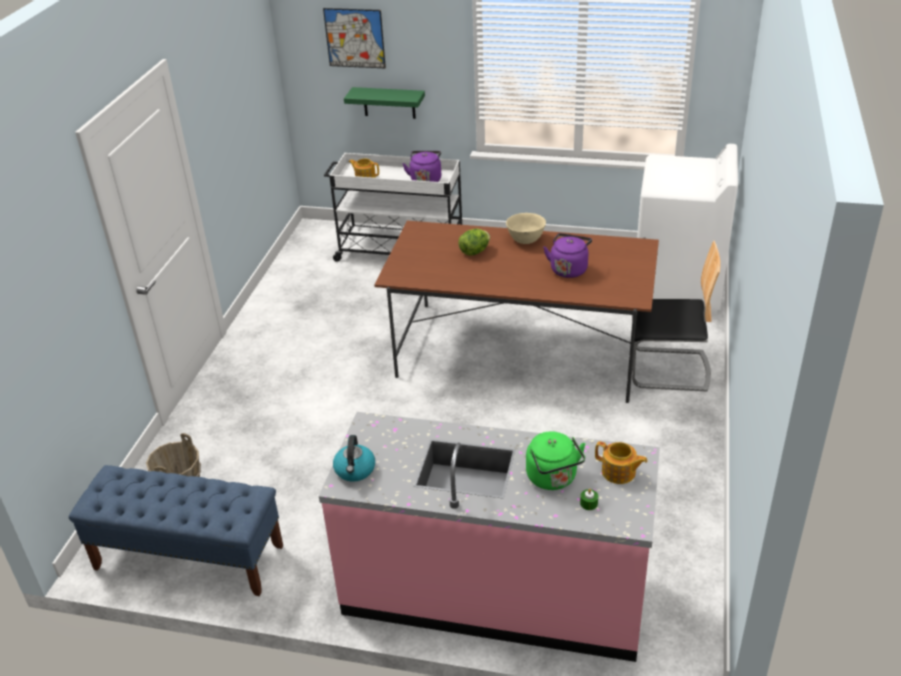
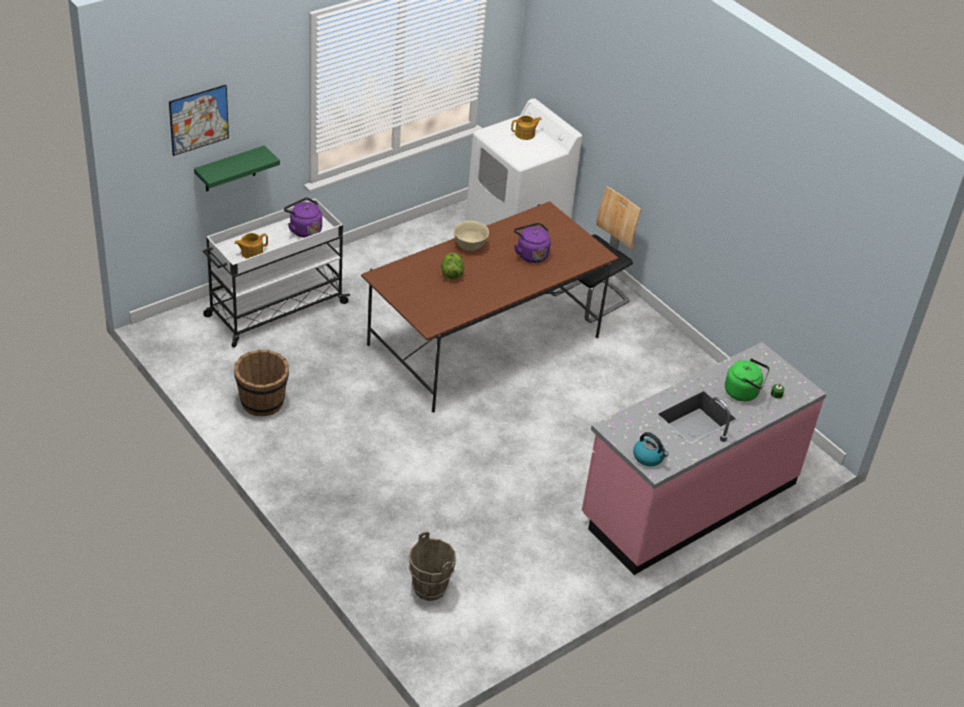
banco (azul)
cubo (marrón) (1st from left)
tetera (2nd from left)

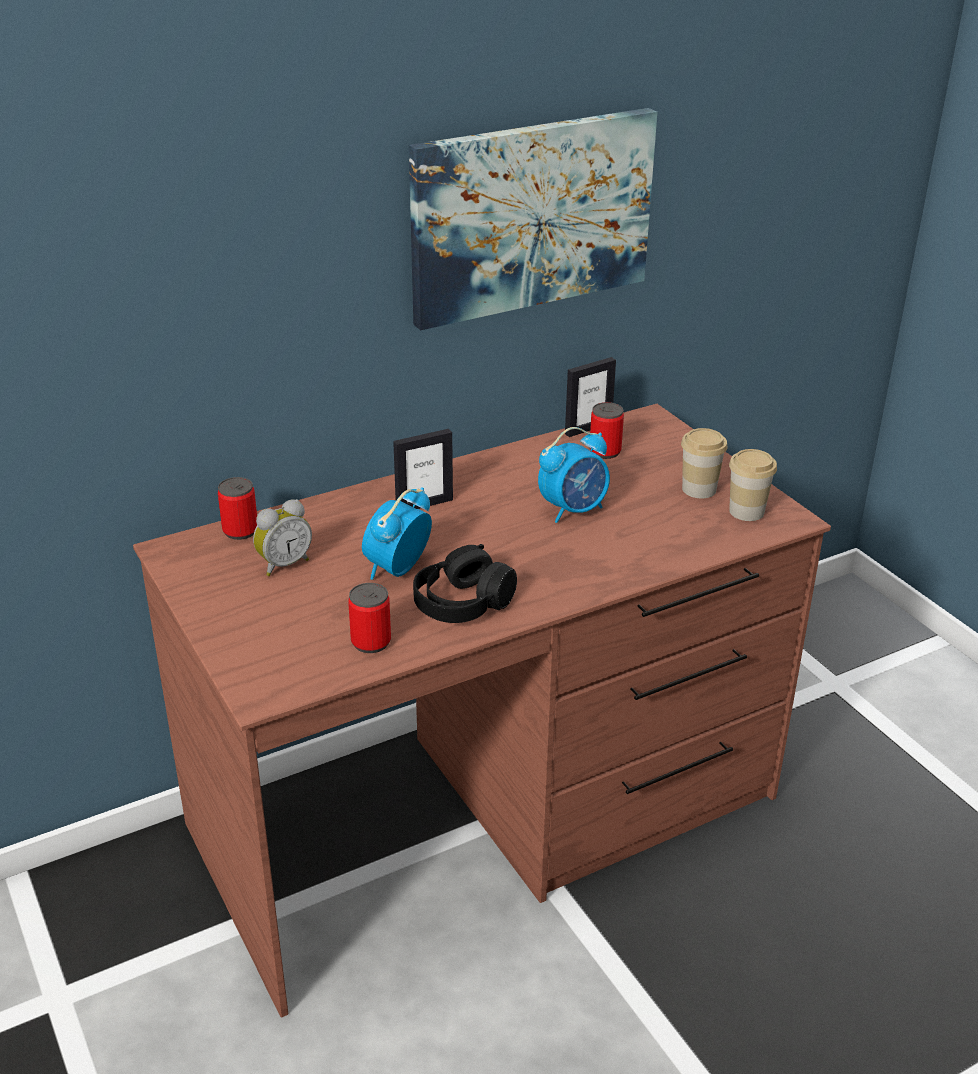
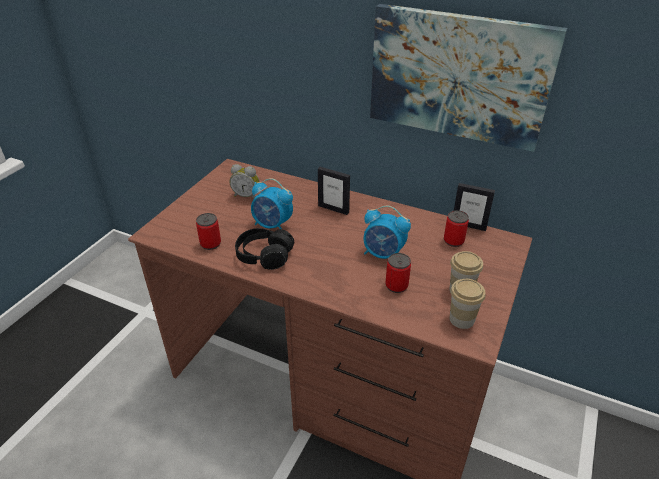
lata (2nd from left)
despertador (2nd from left)

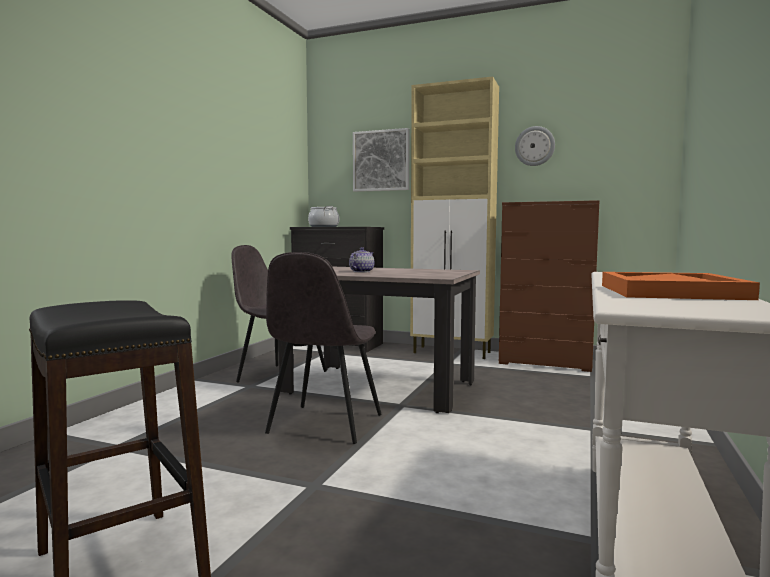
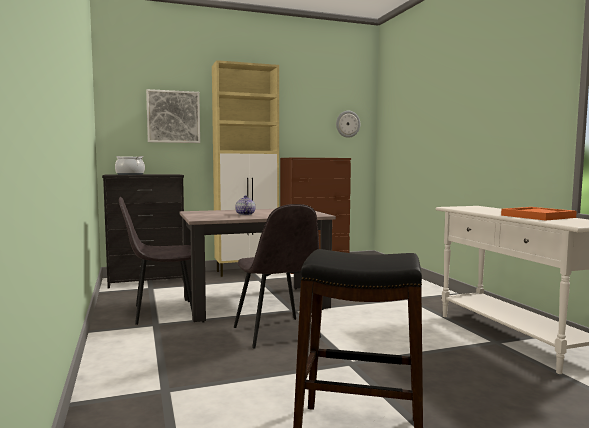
reloj de pared

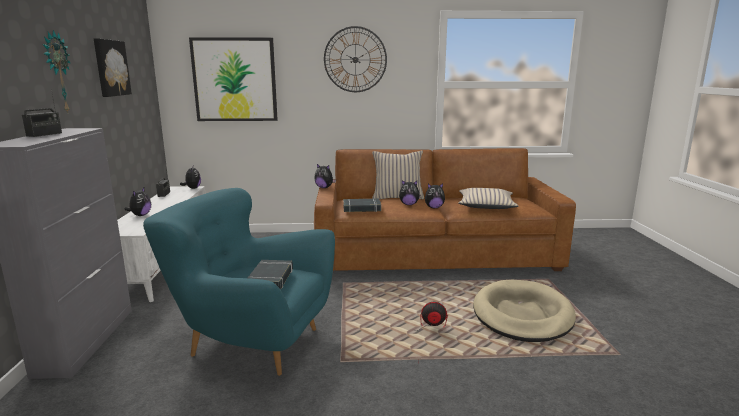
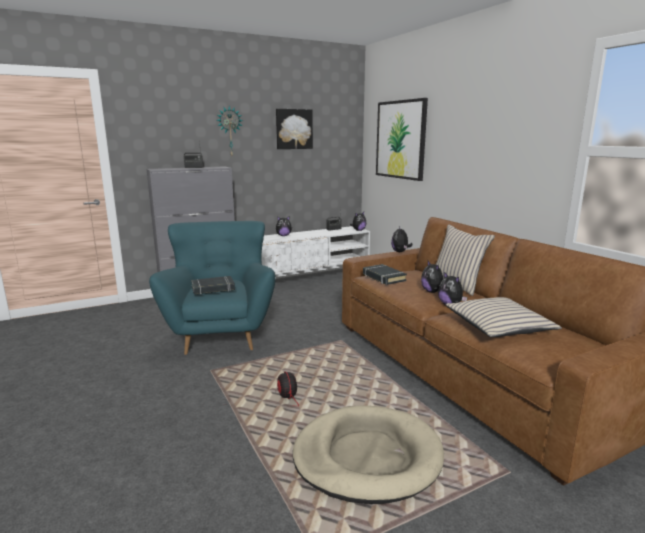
reloj de pared (2nd from left in the first image)

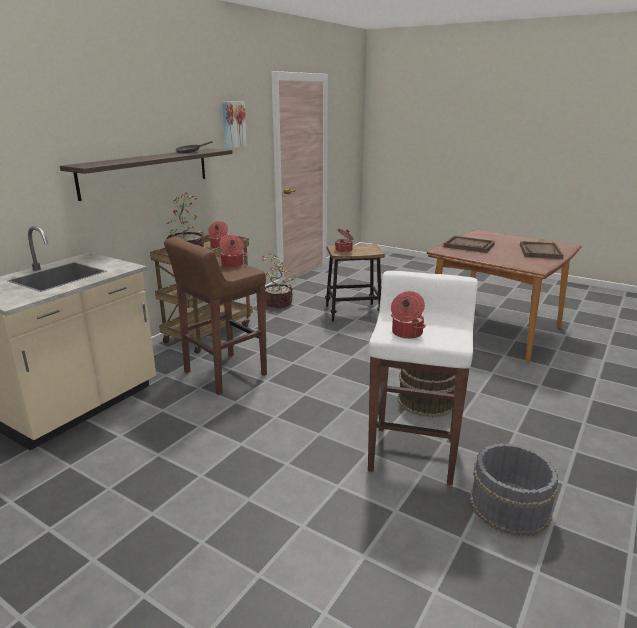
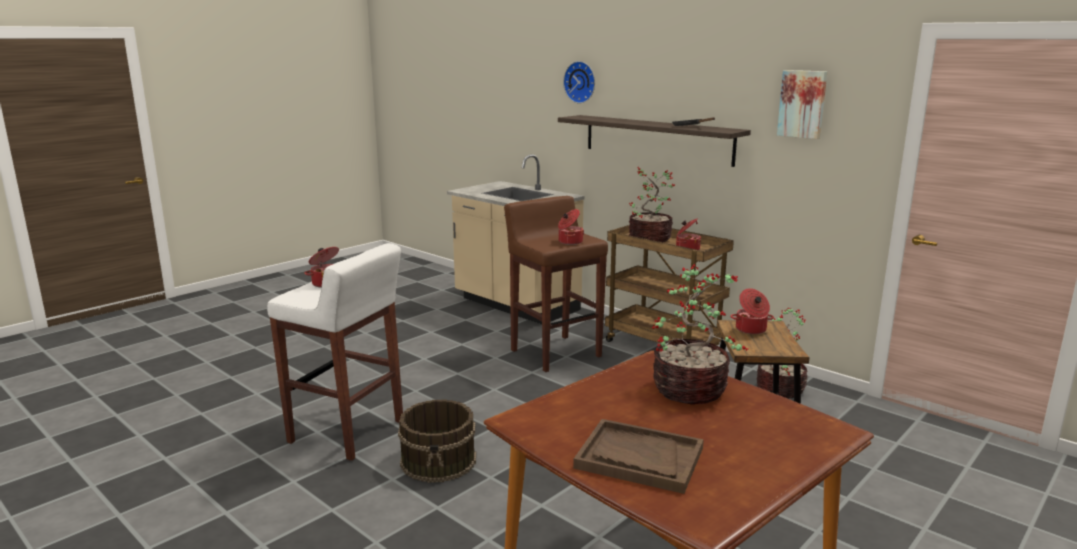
cubo (gris)
reloj de pared
planta en maceta (2nd from left)

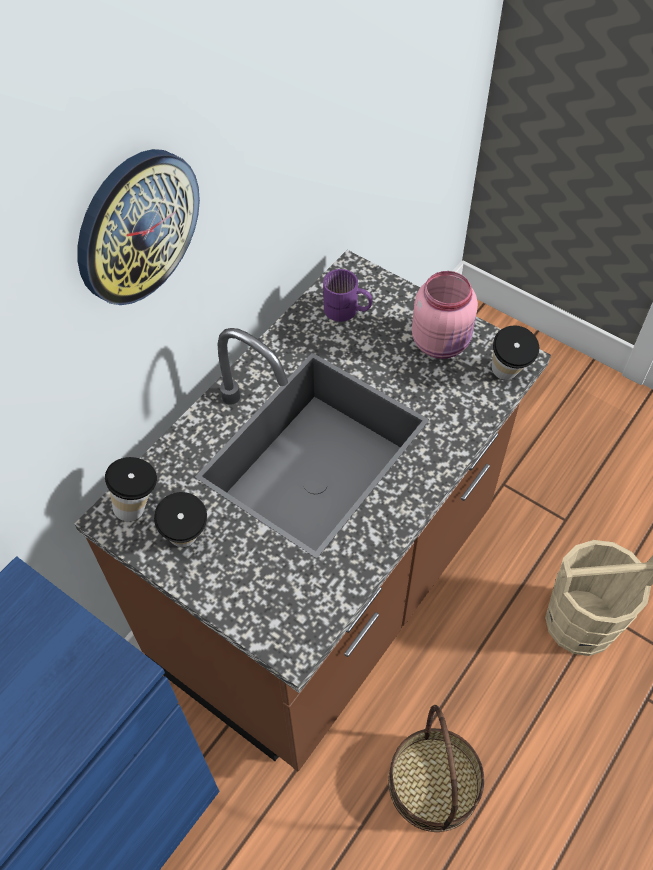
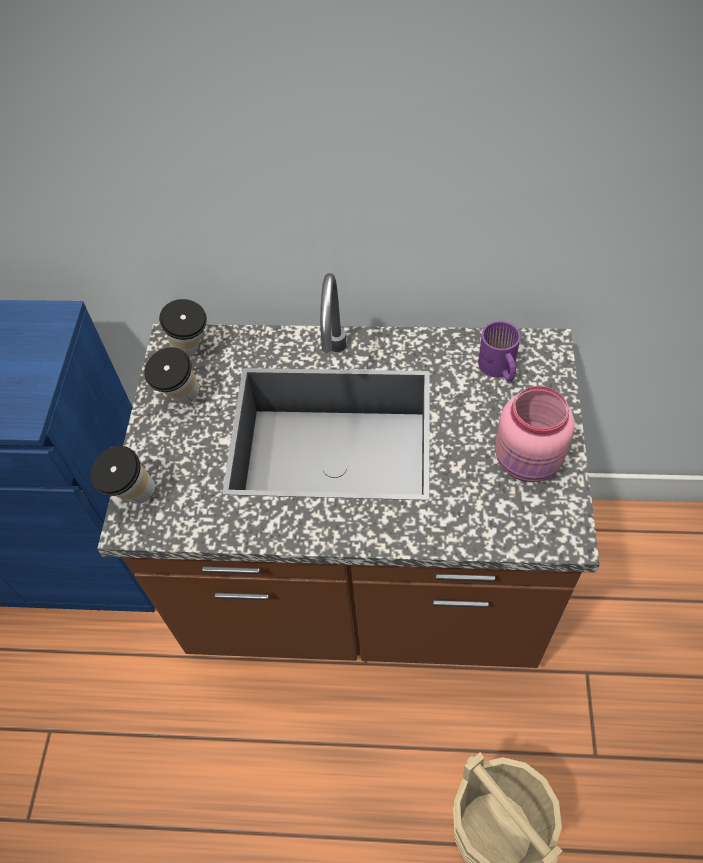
reloj de pared
cesta
taza (1st from left)

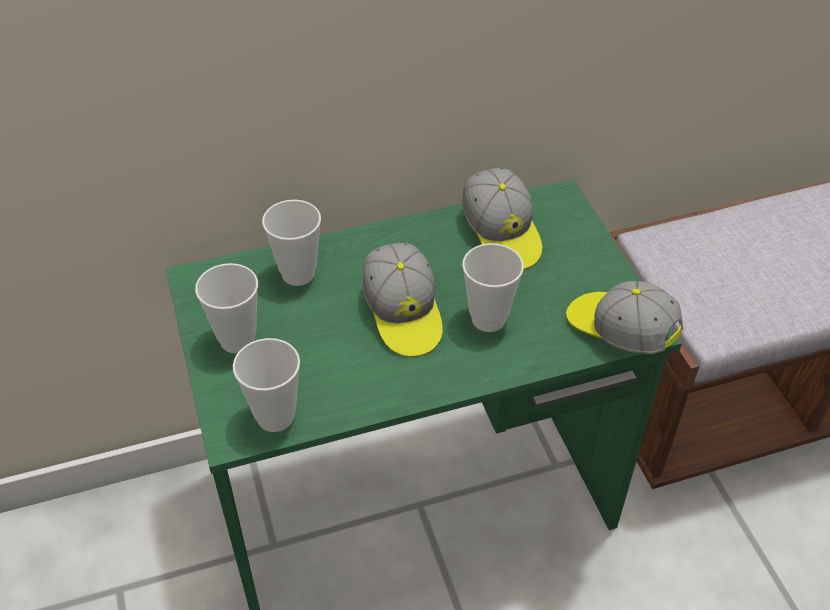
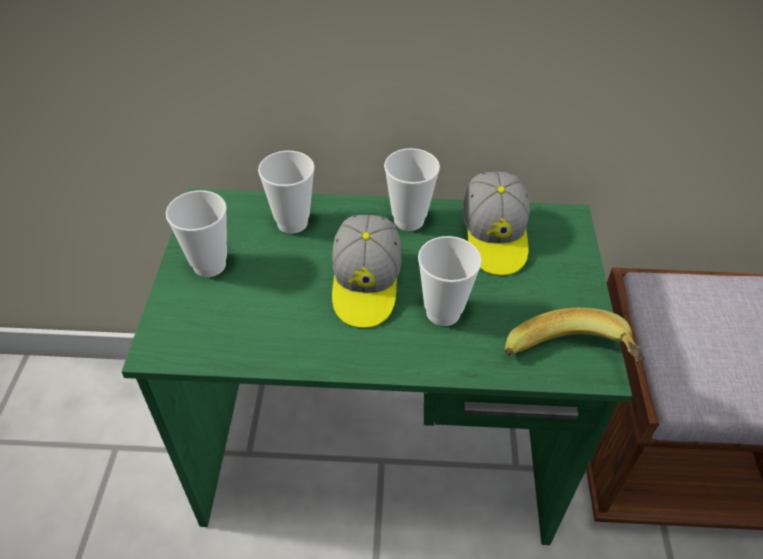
taza (3rd from left)
plátano

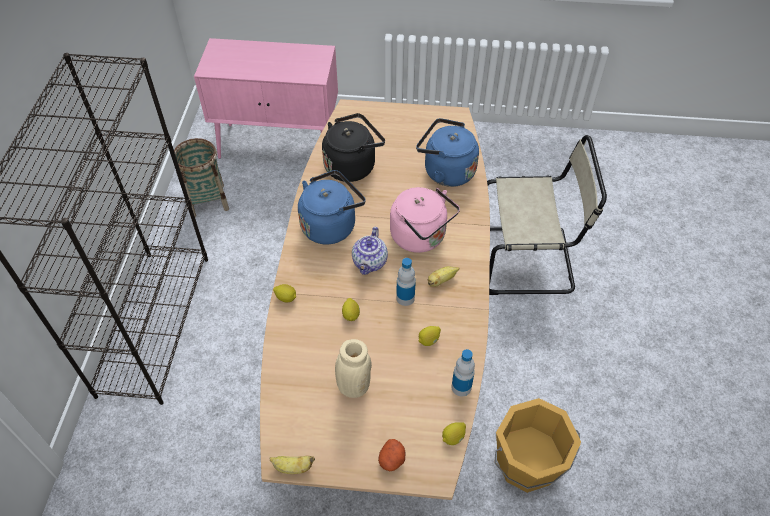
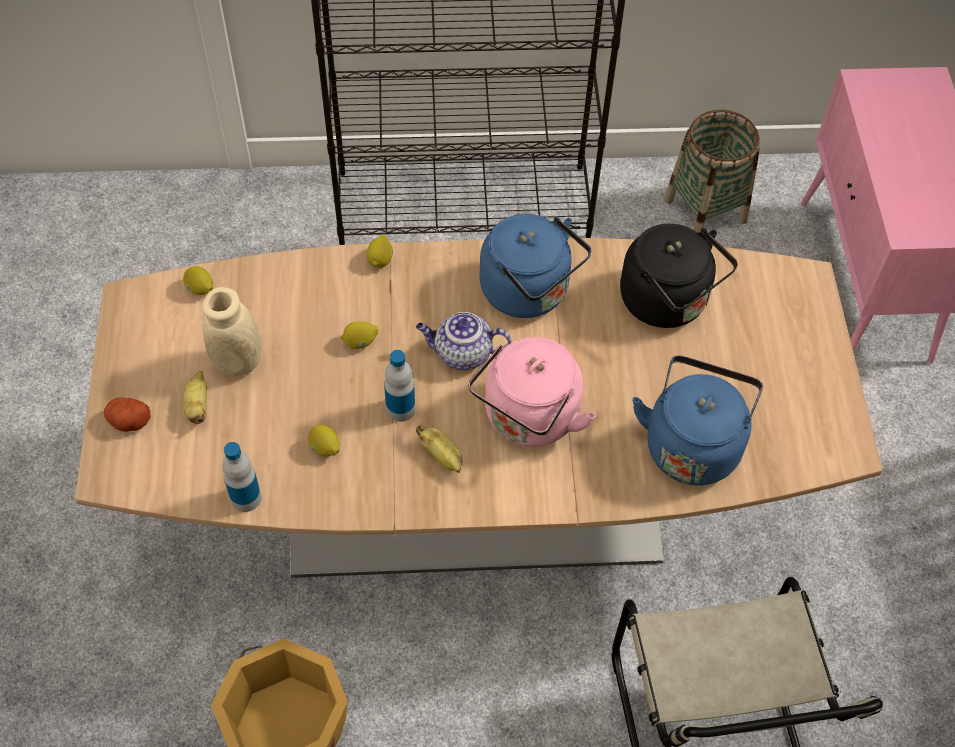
plátano (1st from left)
limón (1st from left)

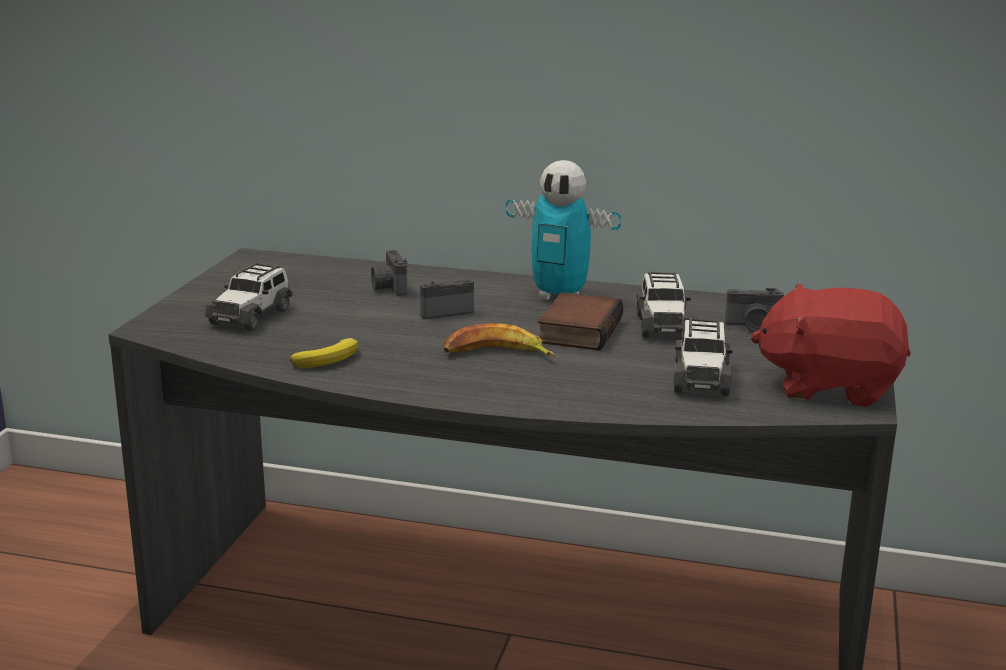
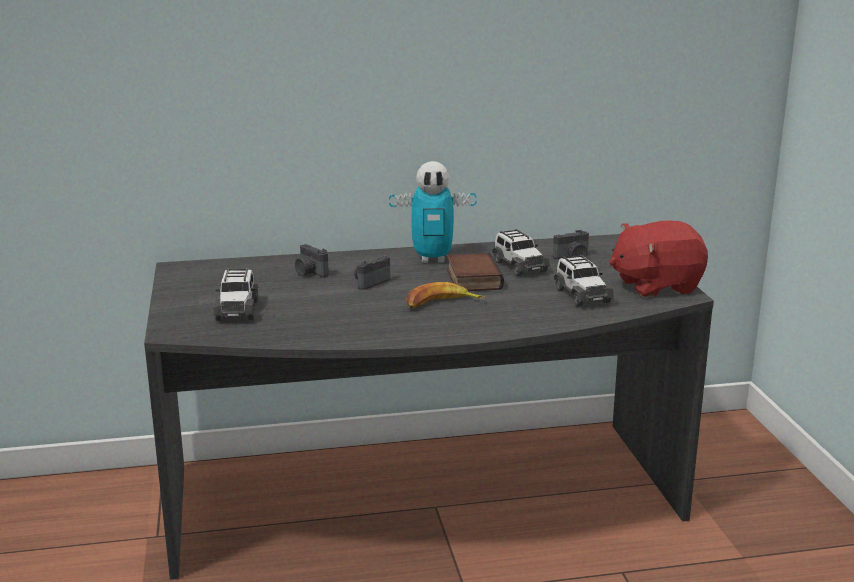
plátano (1st from left in the first image)

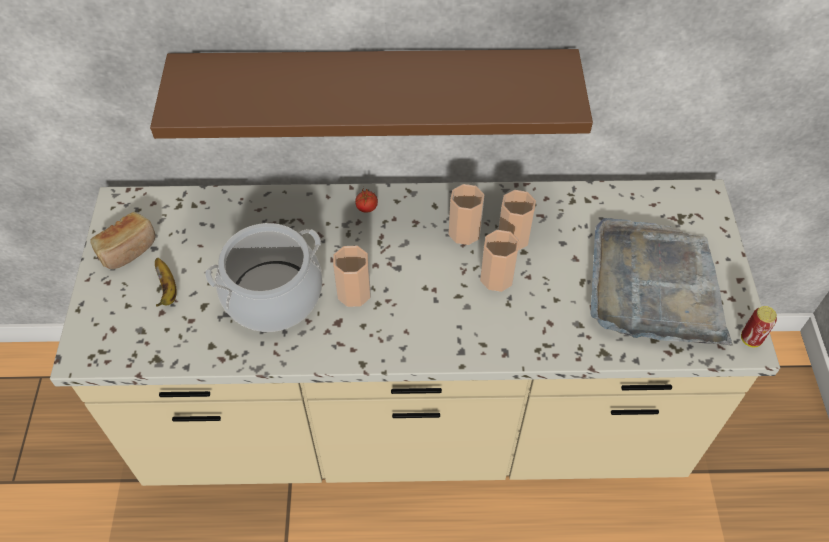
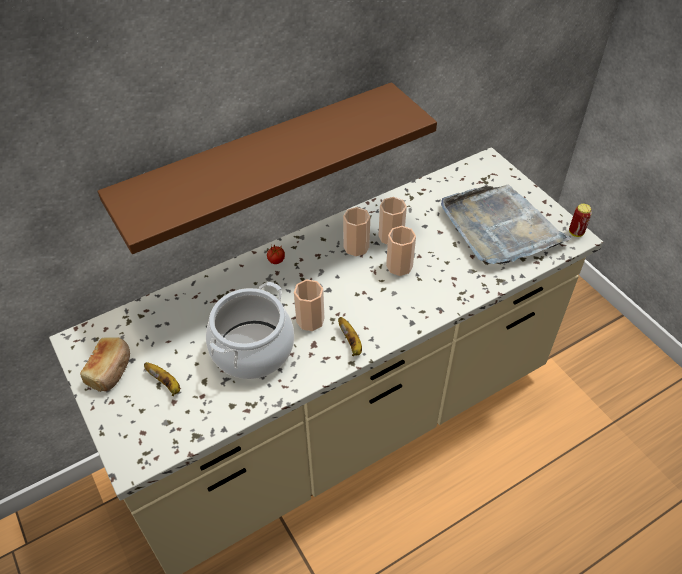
plátano (2nd from left)

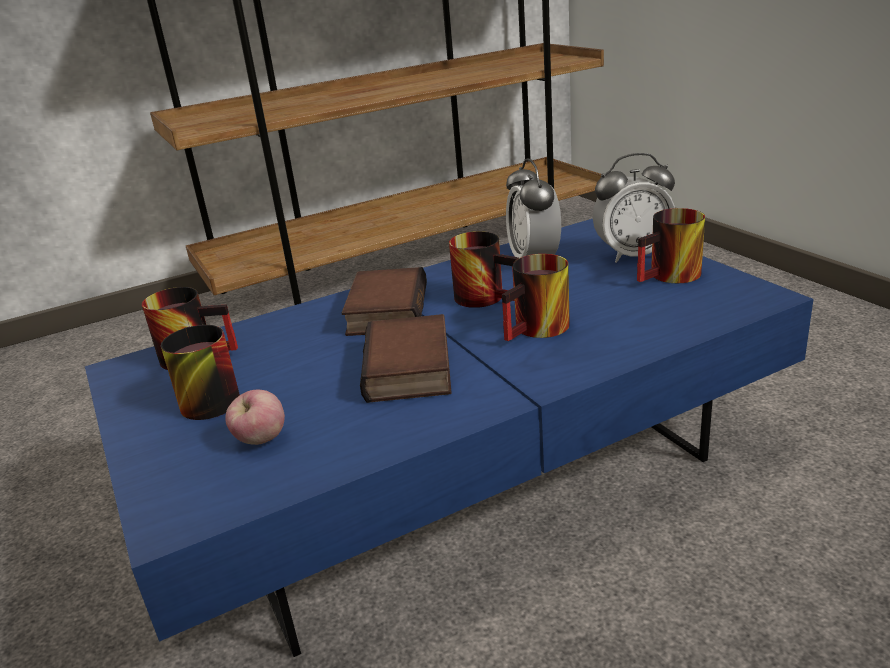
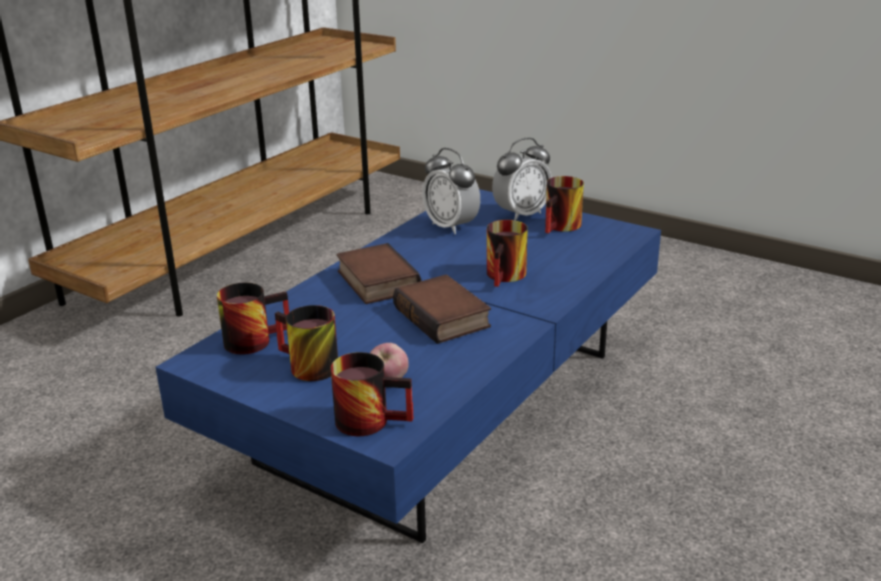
taza grande (3rd from left)

